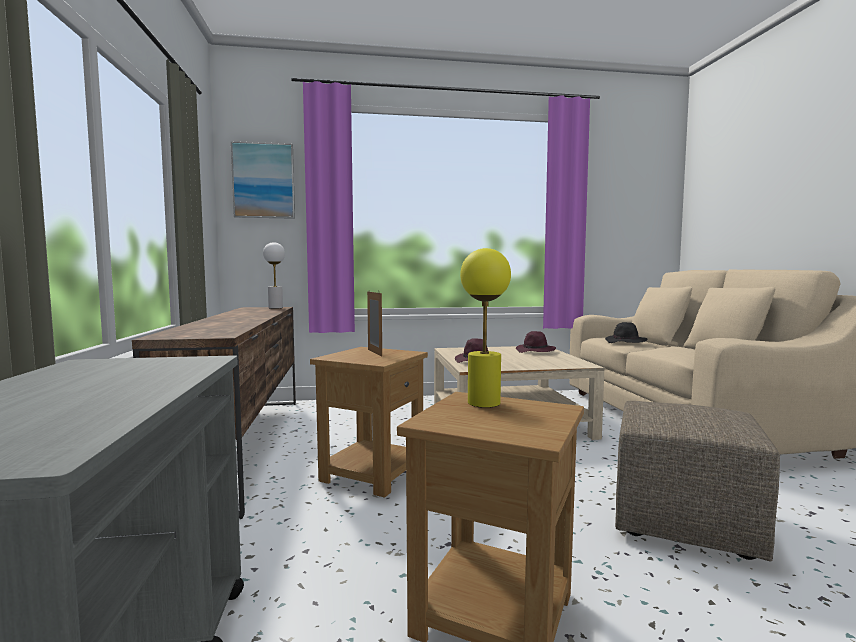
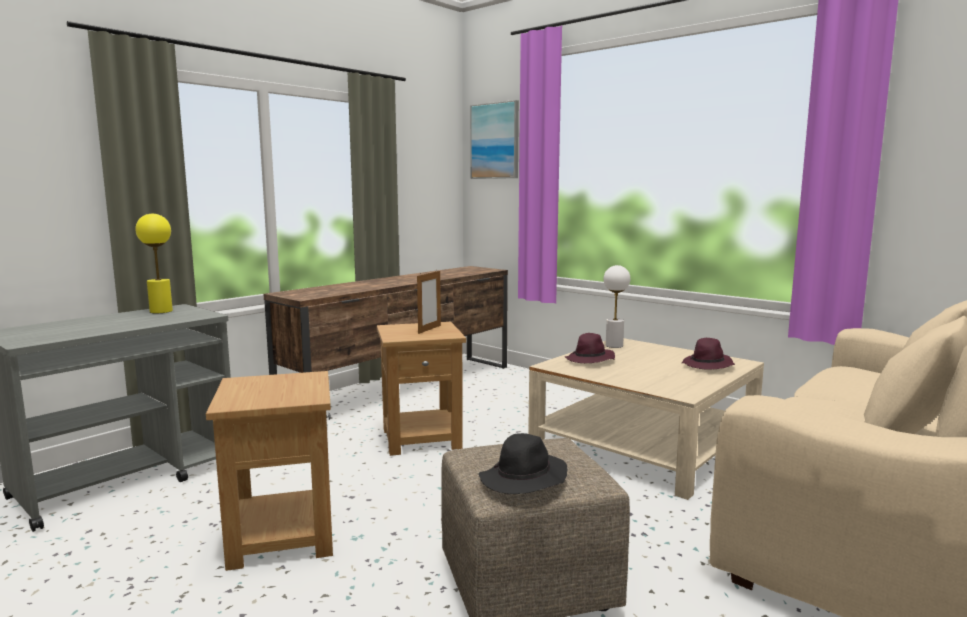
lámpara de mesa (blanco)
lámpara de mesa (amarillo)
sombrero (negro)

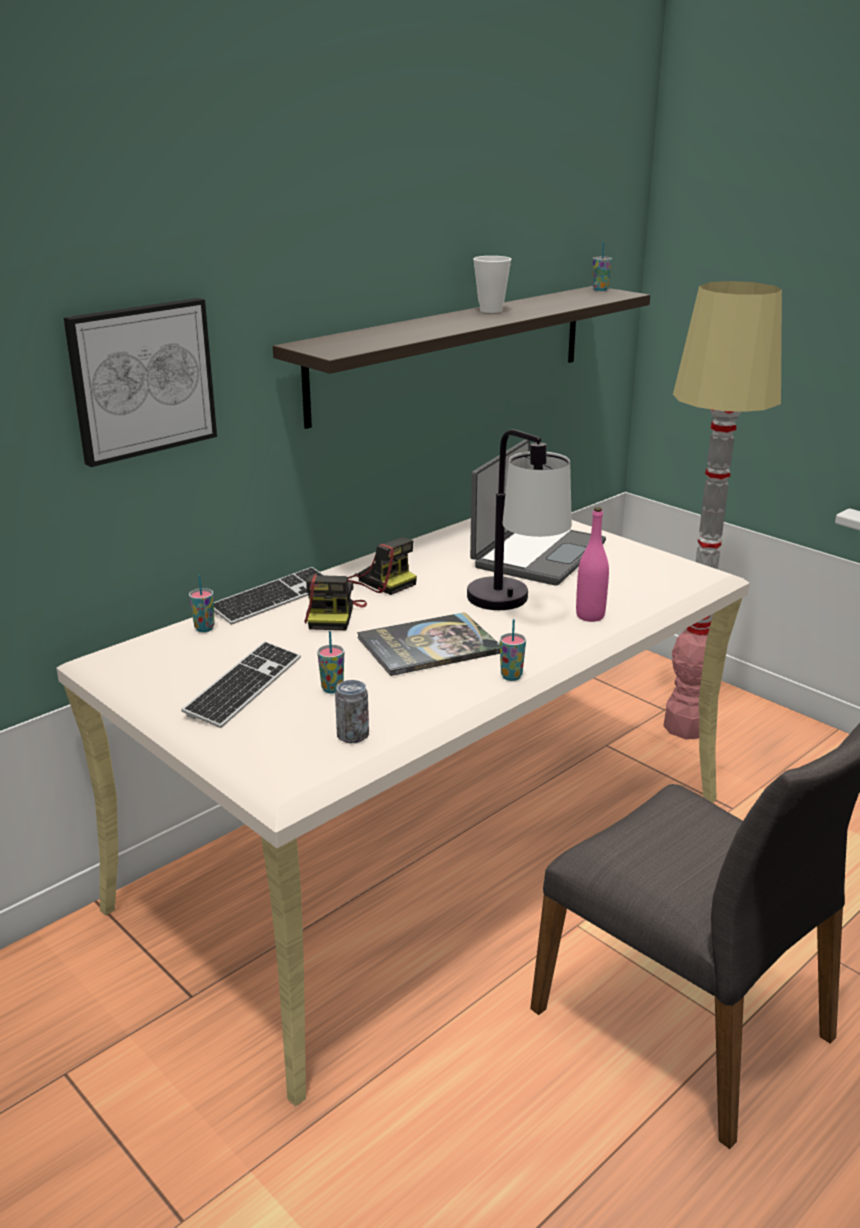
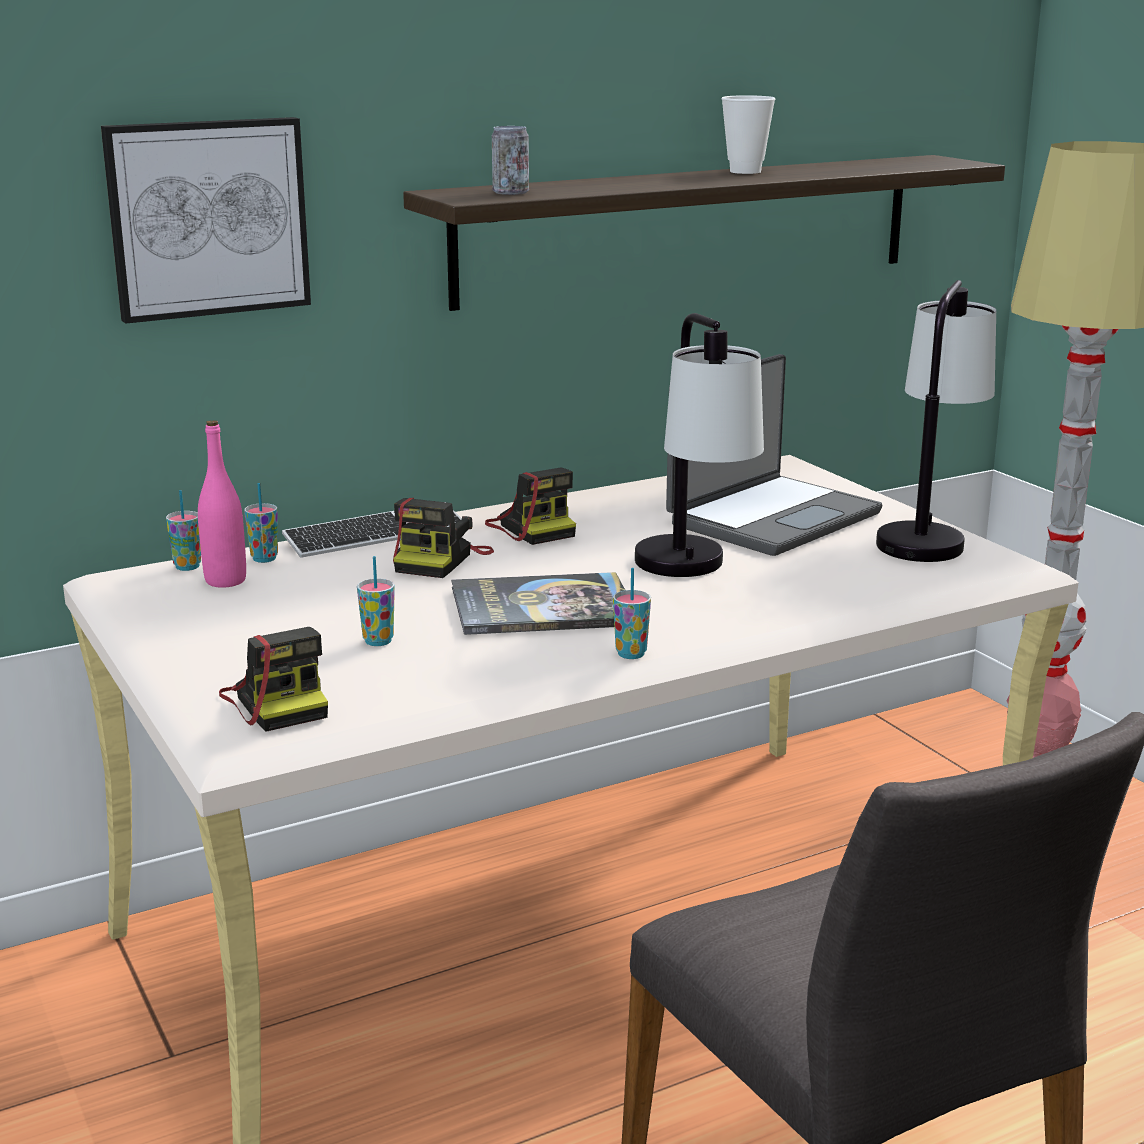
teclado (1st from left in the first image)
cámara (1st from left)
lámpara de mesa (2nd from left)
lata
botella (rosa)
taza (1st from left)

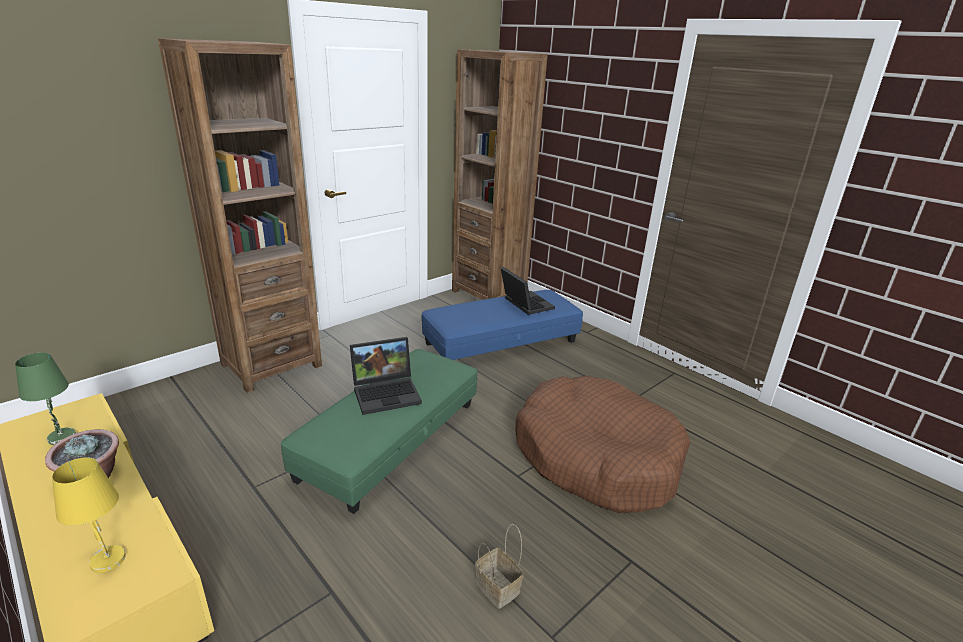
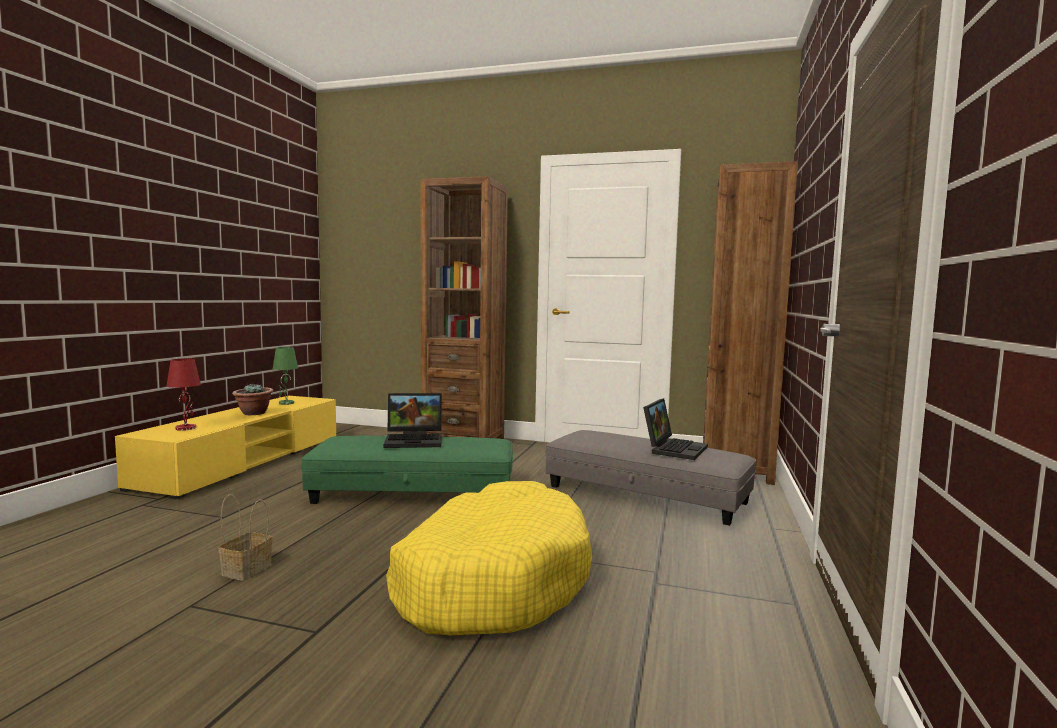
lámpara de mesa (rojo)
puf (gris)
cama para perro (amarillo)
portátil (1st from left)

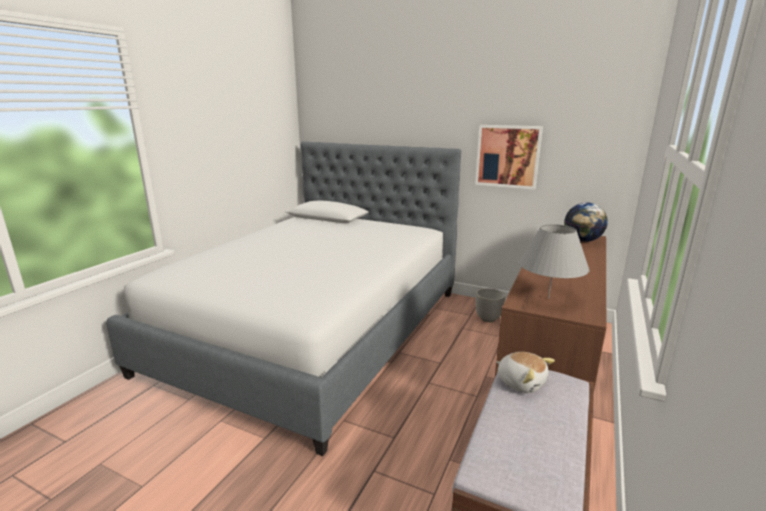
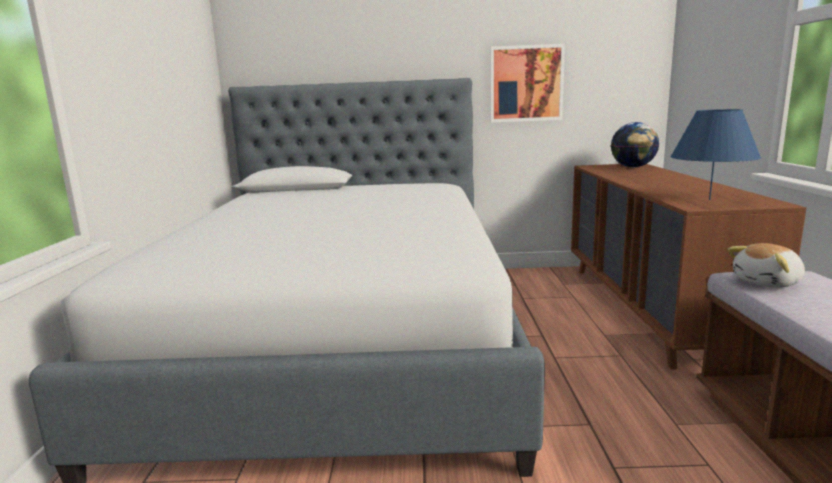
maceta
lámpara de mesa (azul)
peluche

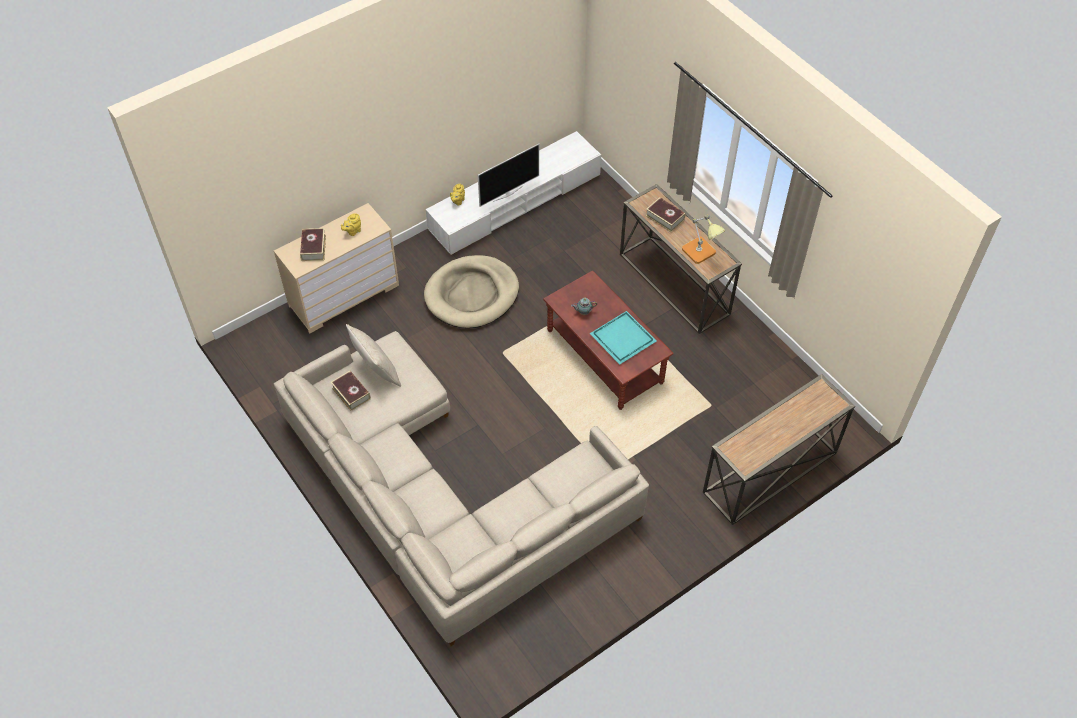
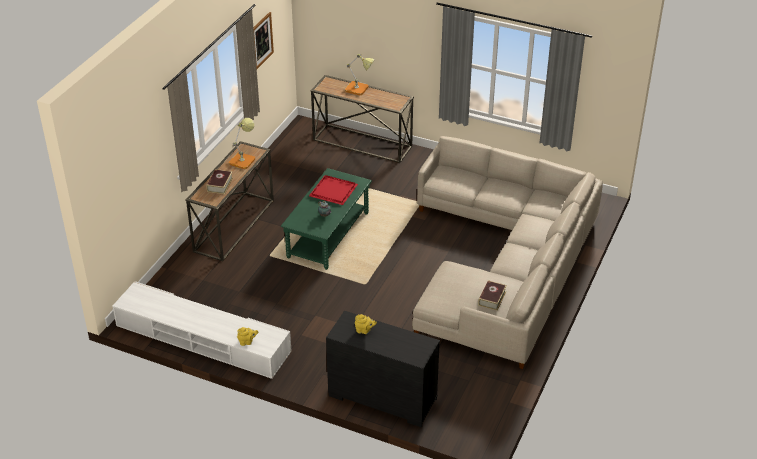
libro (1st from left in the first image)
cojín (beis)
cama para perro (beis)
televisor
cuadro
lámpara de mesa (2nd from left)
cómoda (negro)
mesa de centro (verde)
bandeja (rojo)

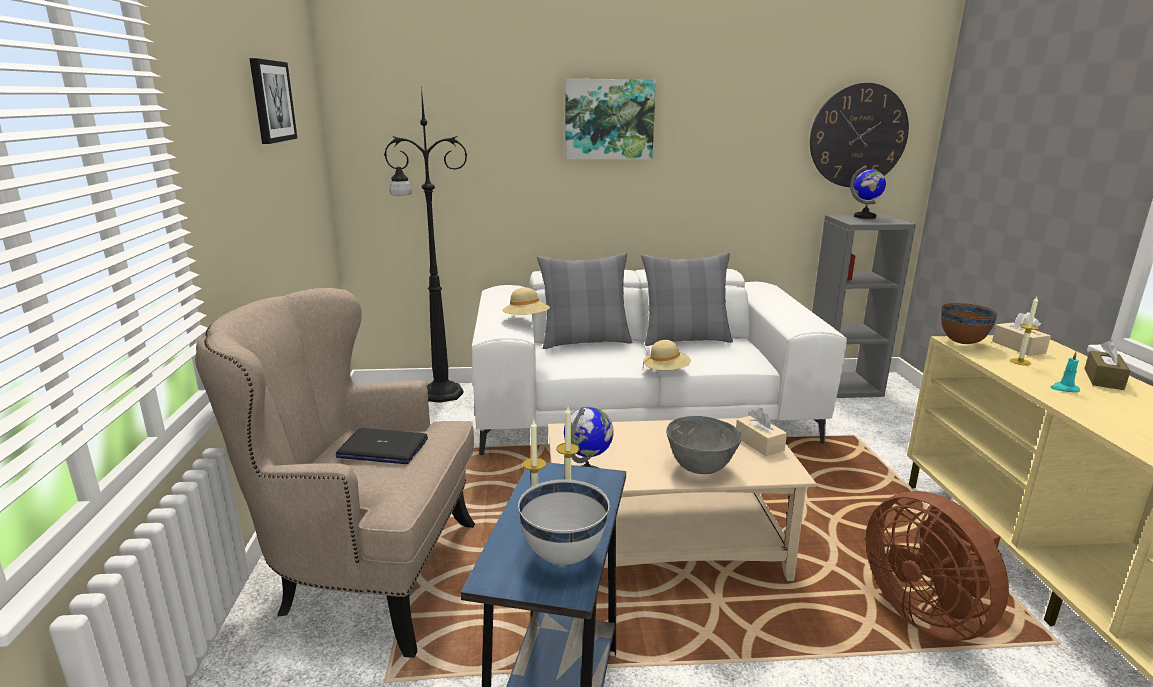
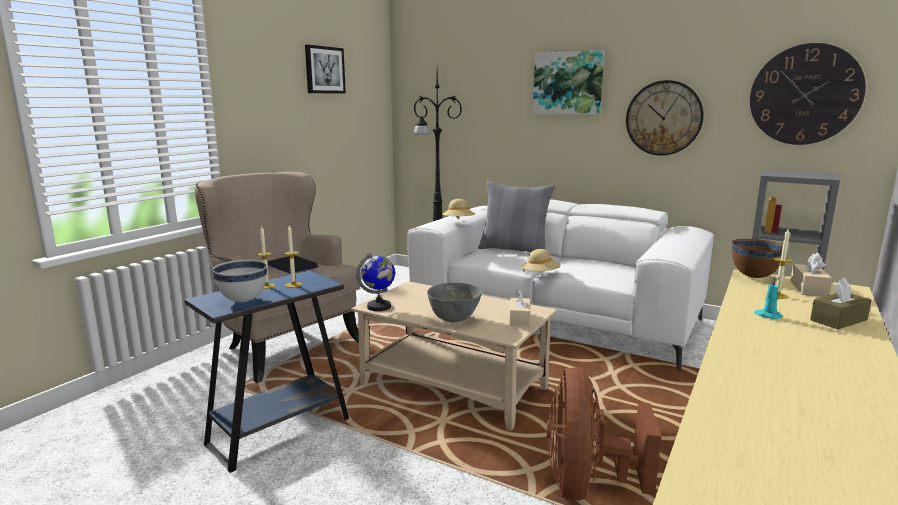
cojín (gris) (2nd from left in the first image)
globo terráqueo (2nd from left in the first image)
reloj de pared (1st from left)

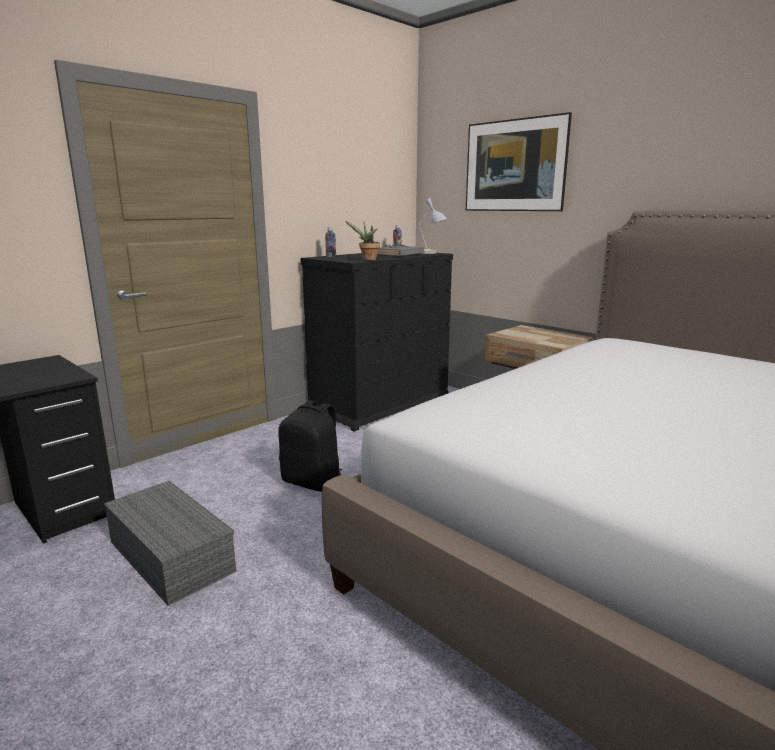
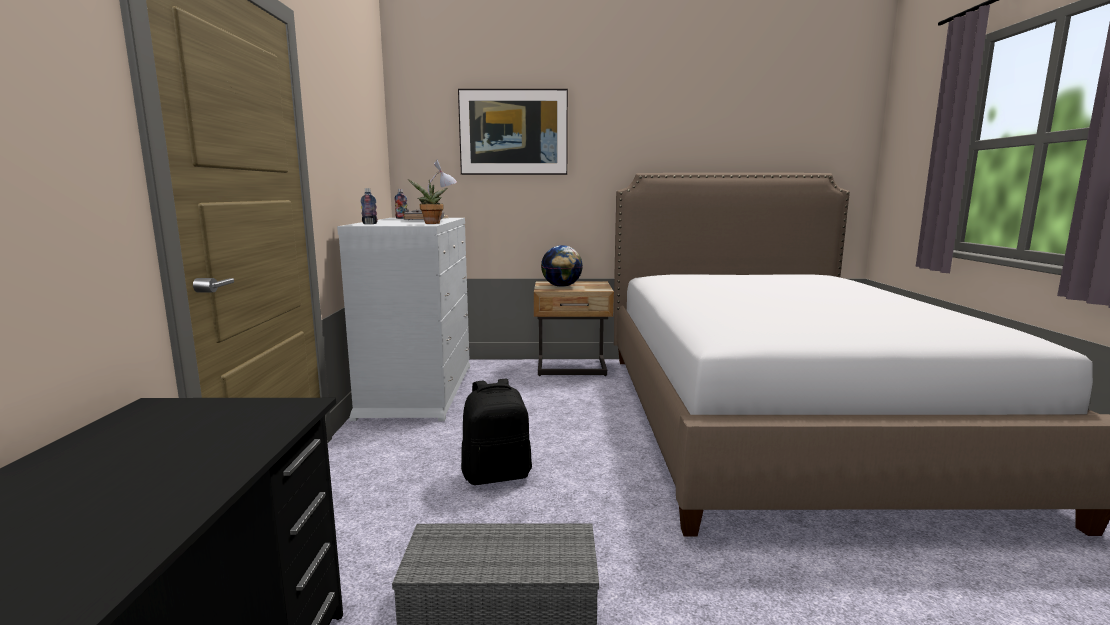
globo terráqueo
cómoda (blanco)

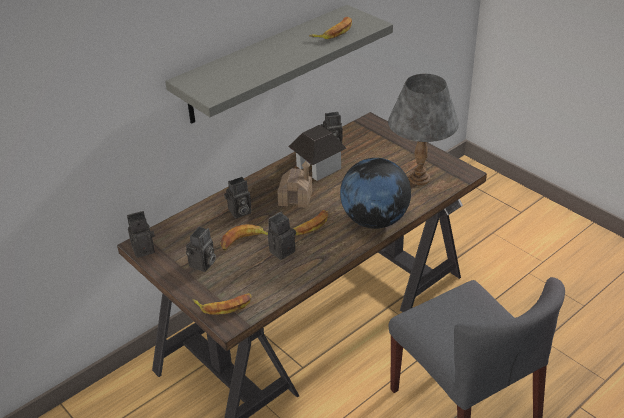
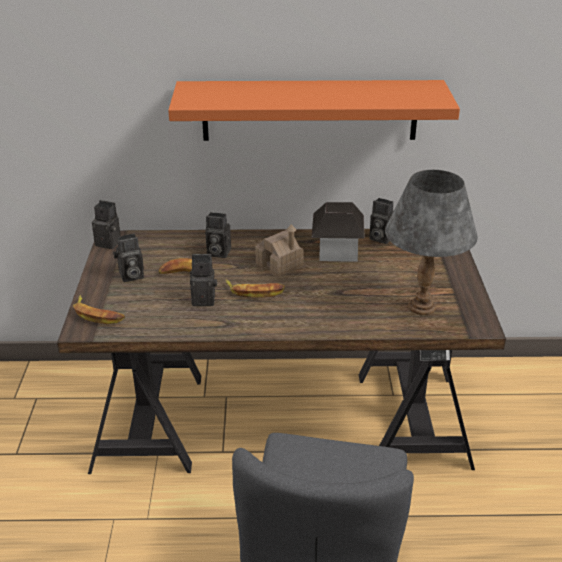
plátano (4th from left in the first image)
globo terráqueo
estante (naranja)

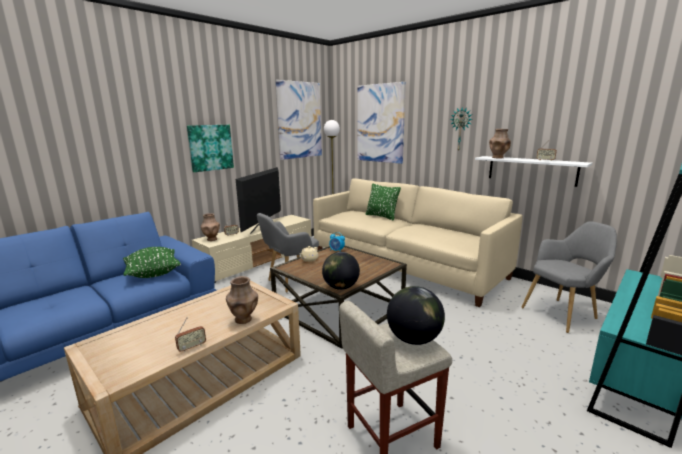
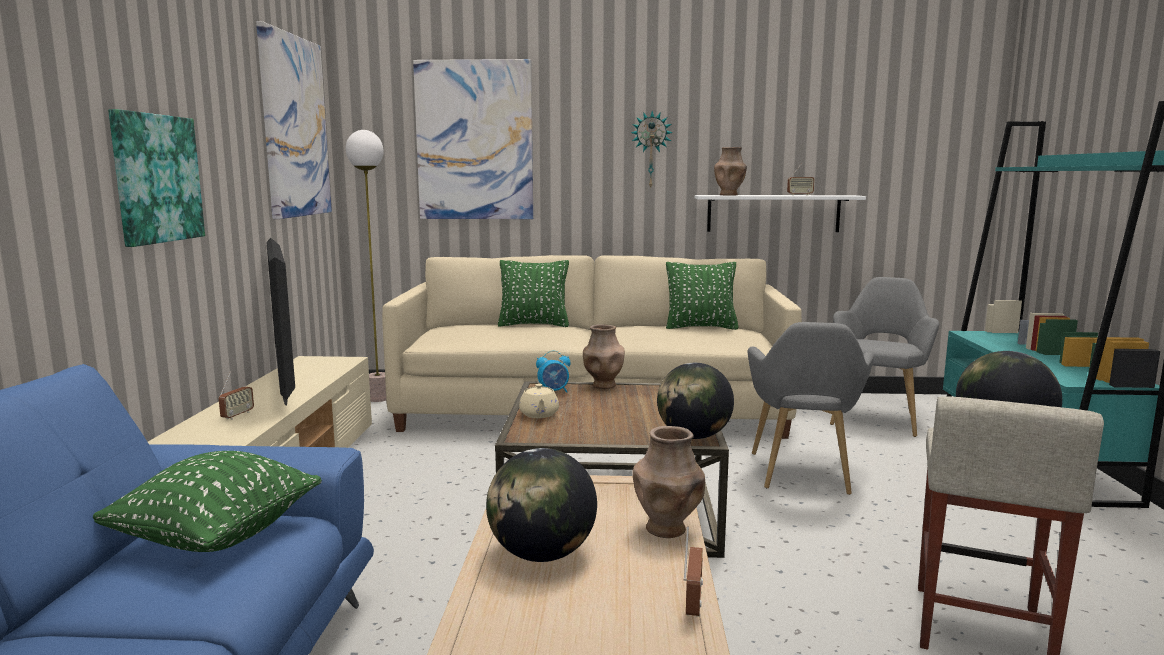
globo terráqueo (1st from left)
cojín (verde) (3rd from left)
florero (marrón) (1st from left)
sillón (gris) (1st from left)

